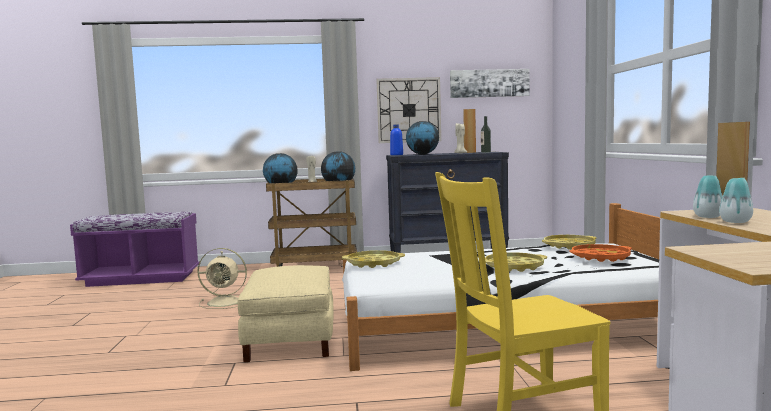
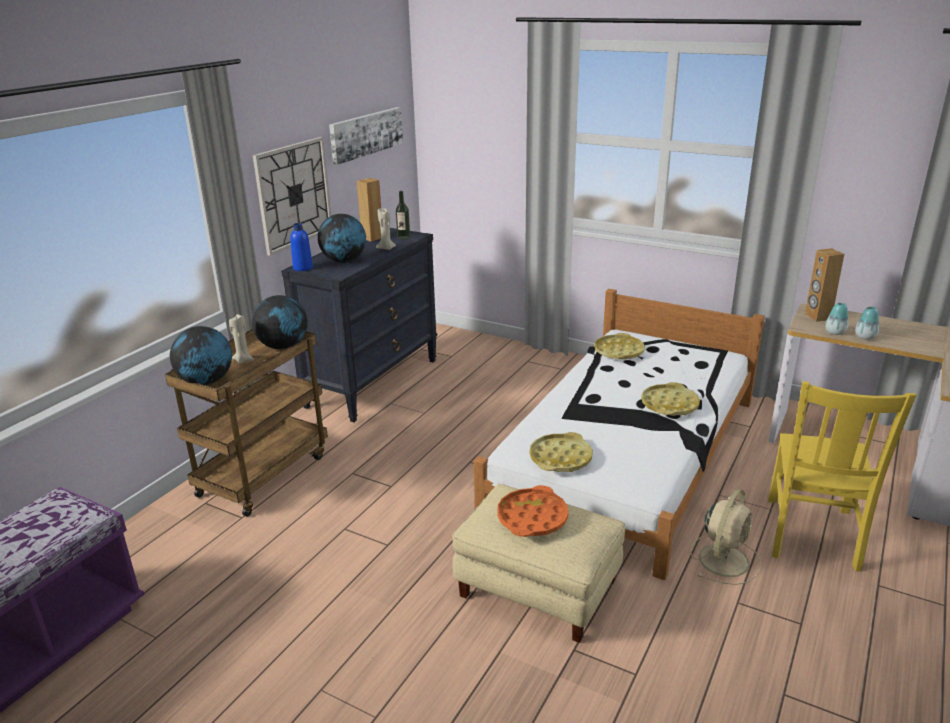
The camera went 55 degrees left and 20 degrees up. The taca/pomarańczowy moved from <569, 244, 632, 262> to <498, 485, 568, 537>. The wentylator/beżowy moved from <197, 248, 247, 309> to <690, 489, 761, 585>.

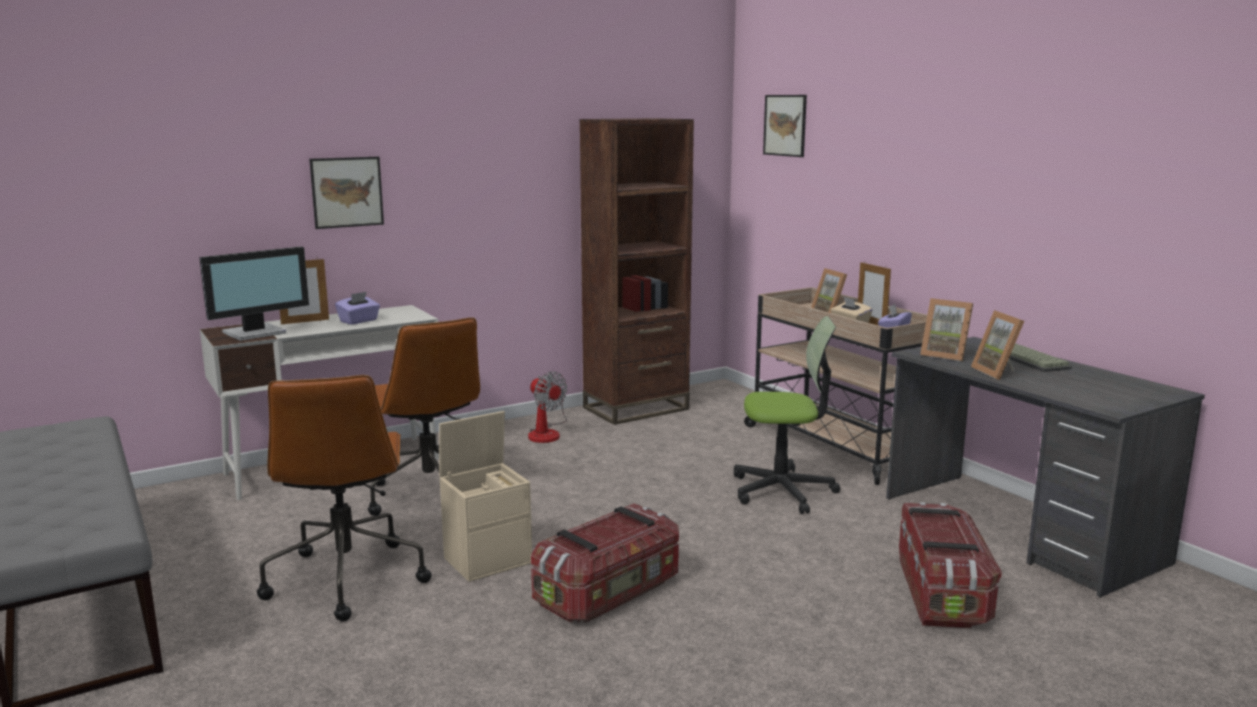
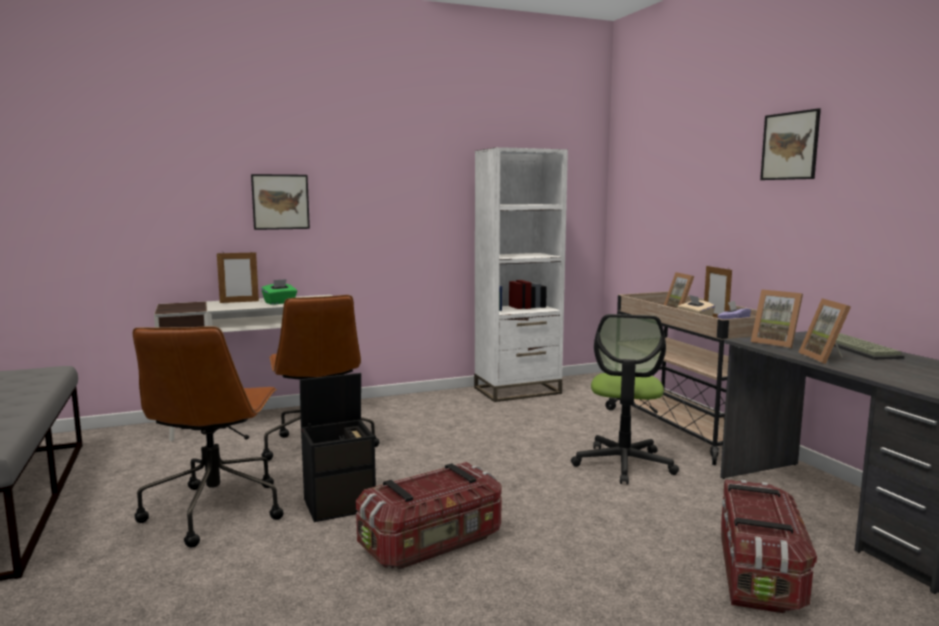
The camera went 10 degrees right and 5 degrees down. The obraz moved from <763, 95, 807, 157> to <760, 108, 821, 180>. The regał/brązowy at <580, 118, 694, 425> became the regał/biały at <474, 147, 568, 402>. The monitor at <199, 246, 309, 341> disappeared. The pudełko chusteczek/fioletowy at <335, 292, 380, 325> became the pudełko chusteczek/zielony at <261, 279, 297, 305>. The krzesło biurowe at <734, 316, 841, 514> turned 90 degrees clockwise. The wentylator at <528, 371, 567, 443> disappeared. The pojemnik do przechowywania/beżowy at <439, 411, 532, 582> became the pojemnik do przechowywania/czarny at <300, 373, 376, 522>.

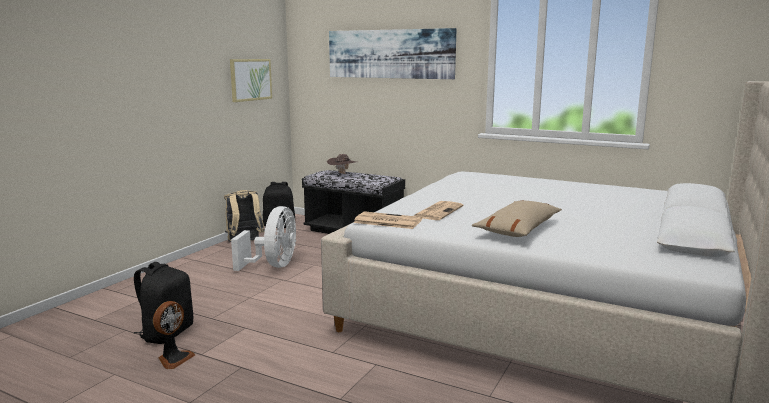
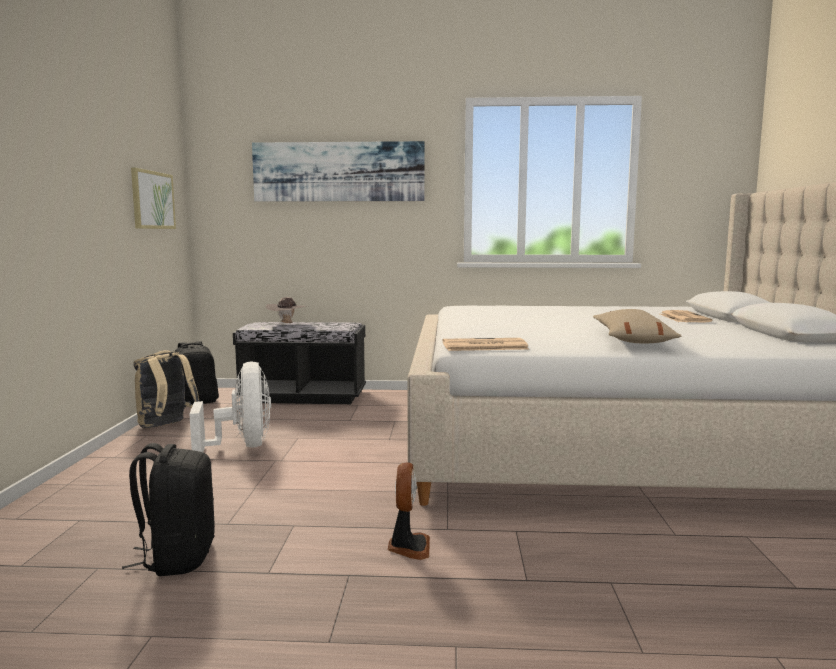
The camera went 25 degrees left and 5 degrees down. The gazeta moved from <414, 201, 464, 220> to <660, 310, 713, 322>. The wentylator moved from <153, 301, 195, 369> to <388, 462, 430, 560>.

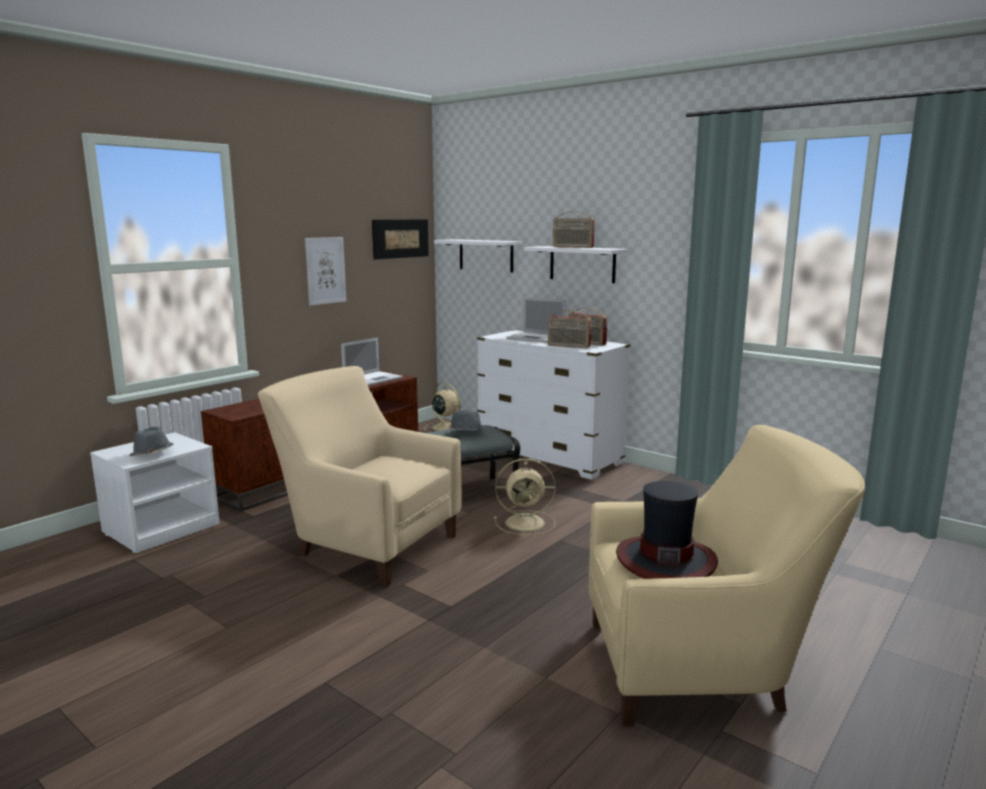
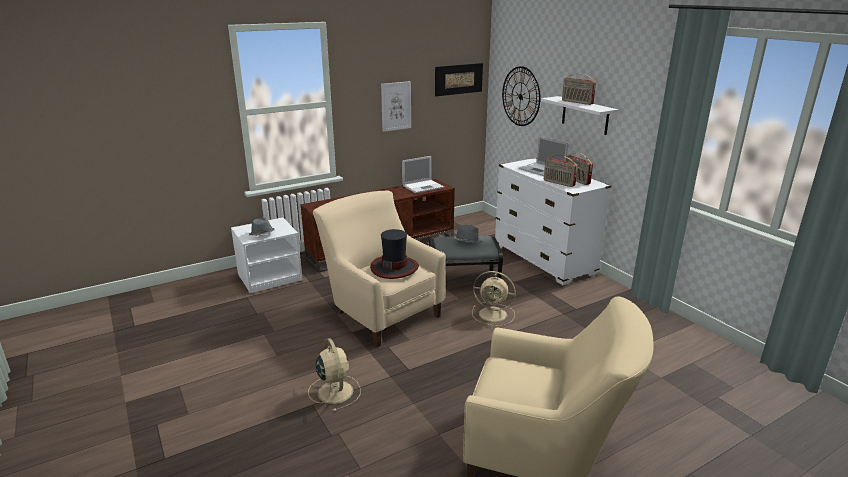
The camera went 20 degrees right and 10 degrees up. The półka/biały at <434, 239, 522, 272> was replaced by the zegar ścienny at <502, 66, 541, 126>. The wentylator/beżowy moved from <424, 382, 461, 432> to <308, 338, 361, 411>. The kapelusz moved from <616, 481, 718, 579> to <370, 229, 419, 279>.

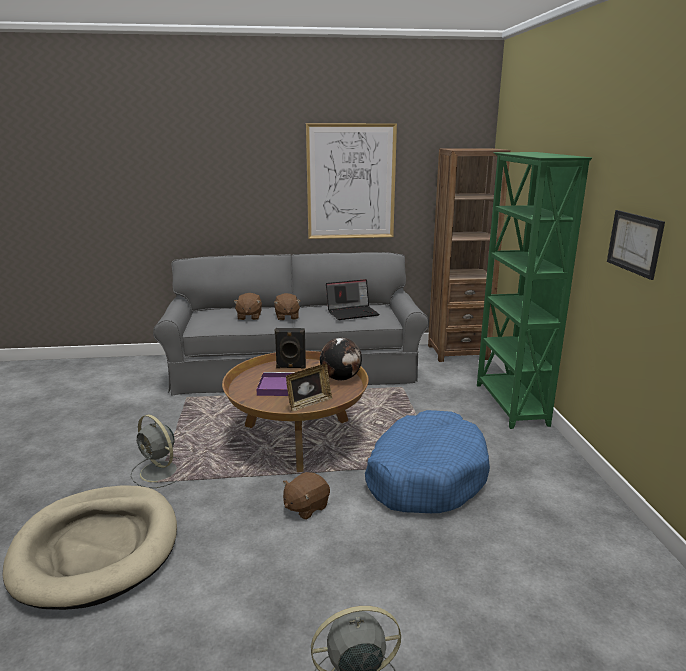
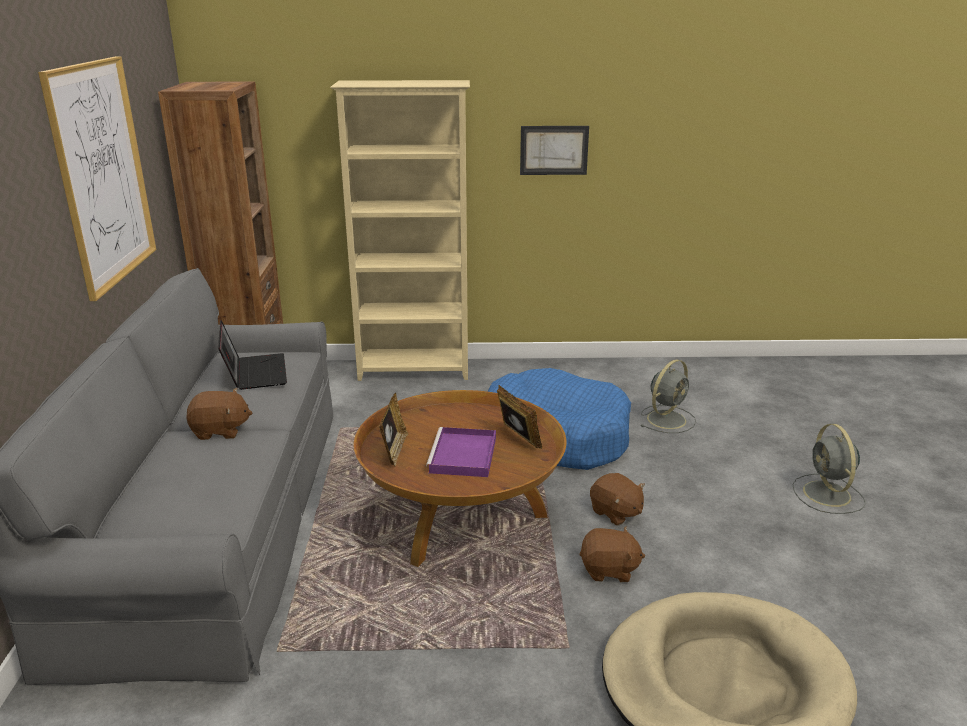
The camera went 85 degrees left and 5 degrees up. The regał/zielony at <477, 152, 592, 429> became the regał/beżowy at <330, 80, 470, 381>. The pluszak/brązowy moved from <233, 293, 262, 320> to <579, 527, 645, 582>. The głośnik/czarny at <275, 328, 306, 369> was replaced by the ramka na zdjęcie at <379, 393, 409, 467>. The globus at <320, 338, 362, 381> disappeared. The wentylator/szary moved from <131, 414, 181, 488> to <641, 359, 696, 433>.

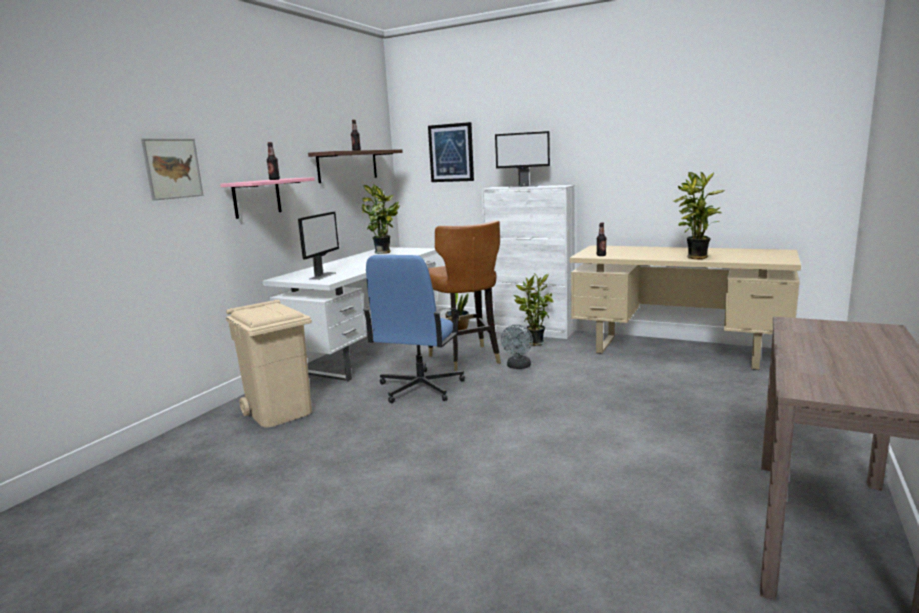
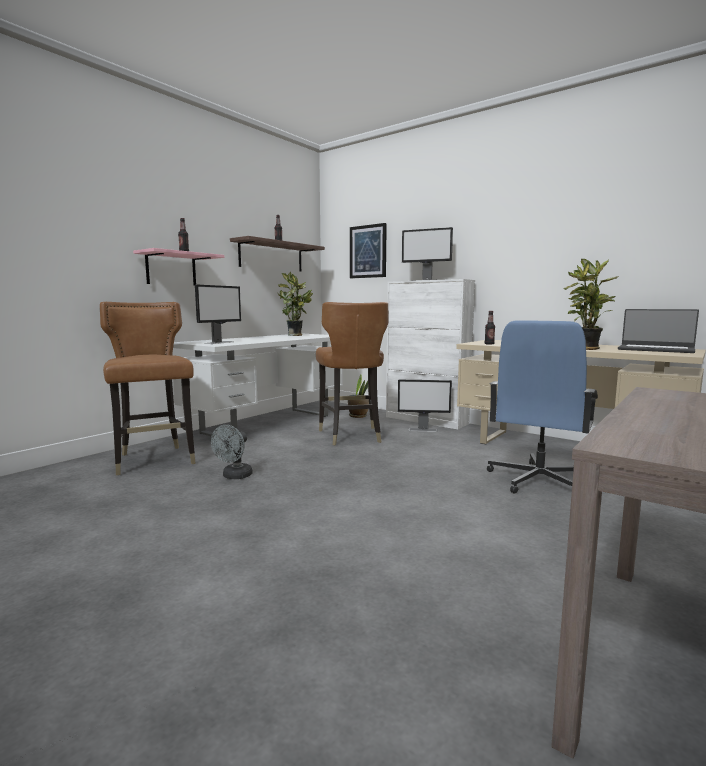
The camera went 10 degrees right and 5 degrees down. The obraz at <141, 138, 203, 201> disappeared. The krzesło biurowe/niebieski moved from <363, 255, 465, 403> to <487, 320, 598, 494>. The roślina doniczkowa at <514, 273, 554, 346> was replaced by the monitor at <398, 380, 452, 432>. The kosz na śmieci/beżowy at <226, 299, 312, 427> was replaced by the krzesło/brązowy at <100, 302, 196, 475>. The wentylator/szary moved from <501, 325, 533, 369> to <211, 425, 252, 479>. The laptop at <618, 309, 699, 353> appeared.

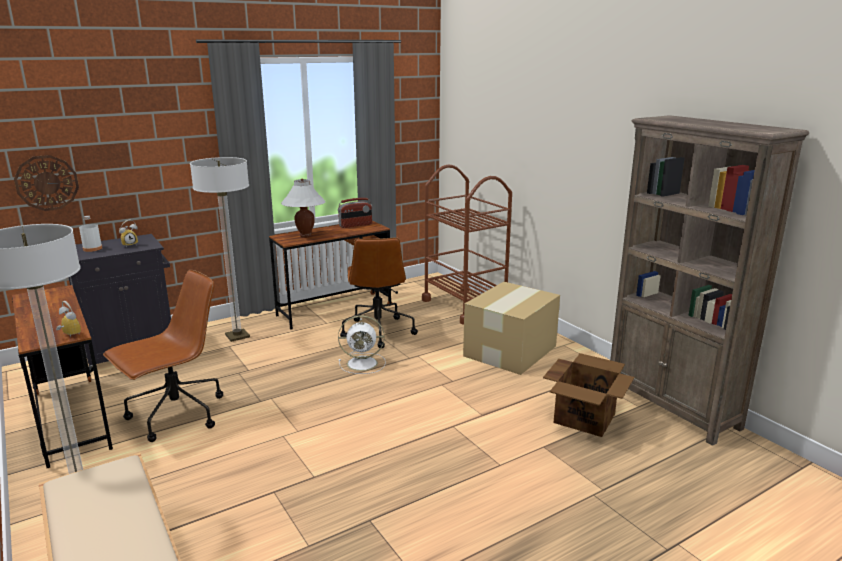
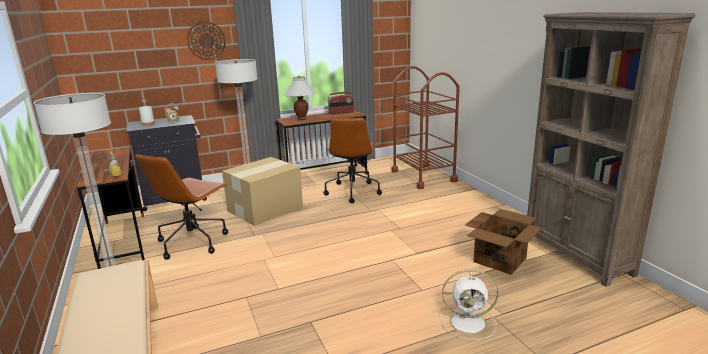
The camera went 10 degrees right and 0 degrees up. The zegar ścienny moved from <14, 155, 79, 211> to <187, 22, 226, 60>. The krzesło biurowe/brązowy at <103, 270, 223, 442> turned 150 degrees clockwise. The karton moved from <463, 282, 560, 375> to <222, 157, 303, 226>. The wentylator/biały moved from <338, 315, 386, 374> to <439, 269, 498, 340>.

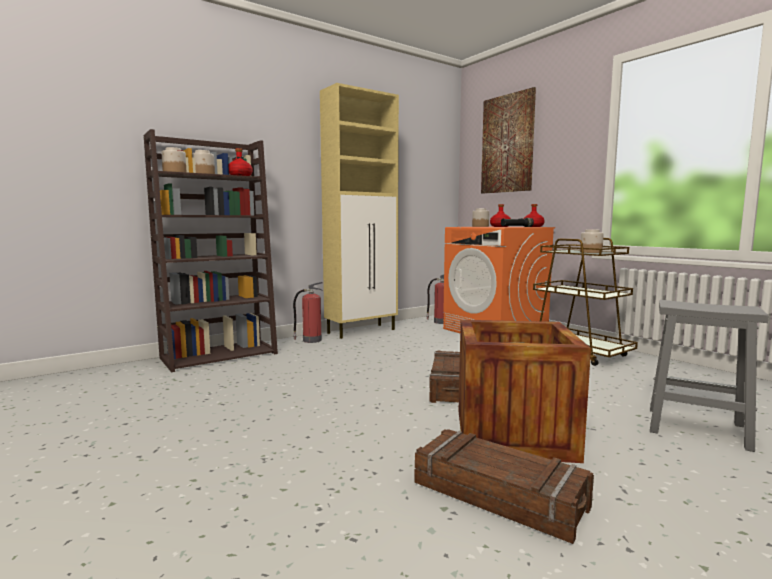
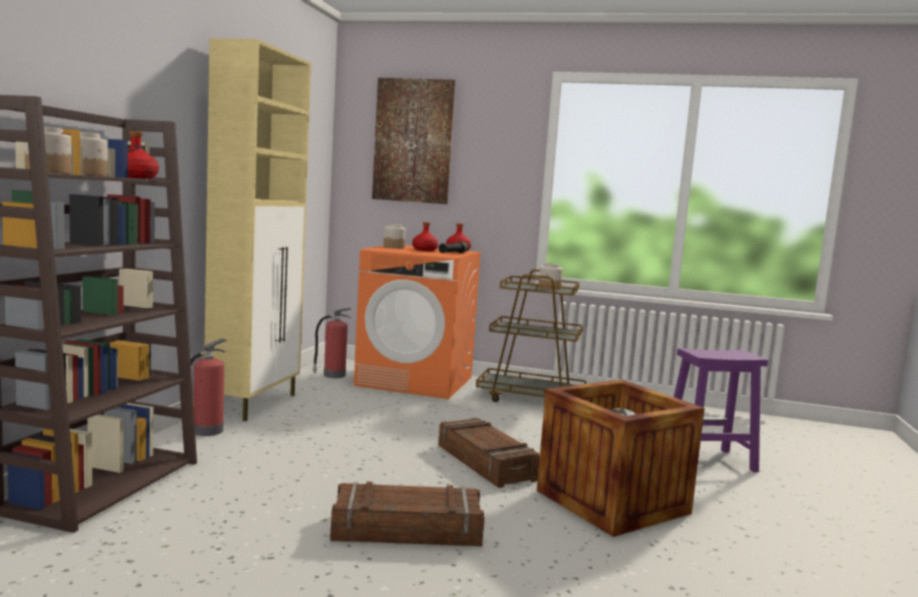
The camera went 40 degrees left and 0 degrees up. The stołek/szary at <650, 300, 768, 452> became the stołek/fioletowy at <674, 348, 768, 472>. The skrzynka moved from <414, 429, 594, 544> to <330, 482, 485, 547>.

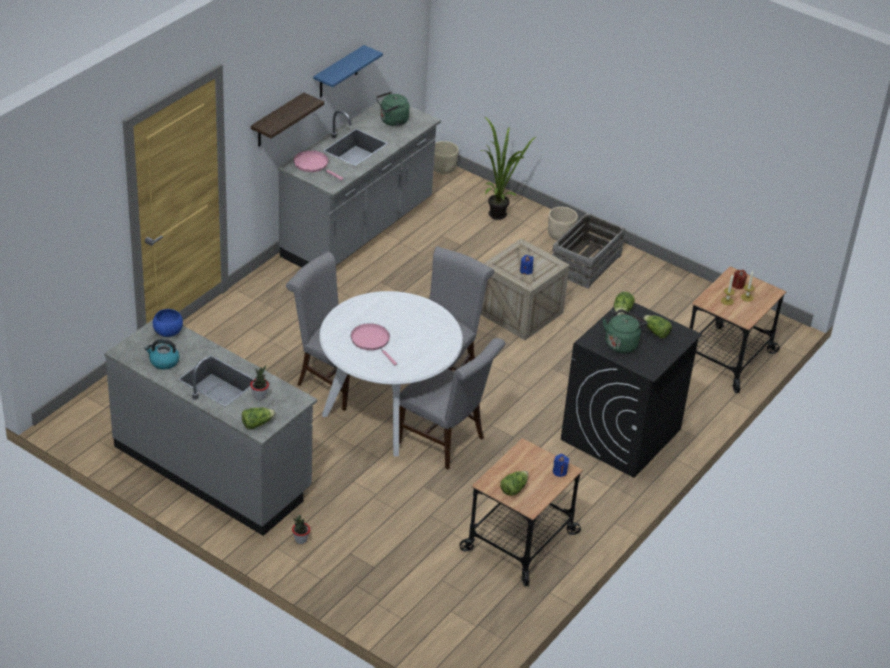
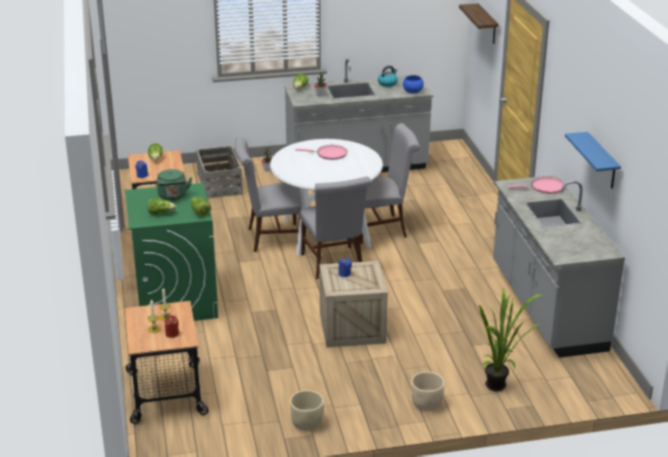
The camera went 135 degrees right and 10 degrees down. The czajnik/zielony at <376, 92, 410, 126> disappeared. The półka moved from <251, 93, 324, 147> to <459, 4, 499, 44>. The donica/beżowy moved from <433, 141, 459, 174> to <290, 390, 324, 431>. The skrzynka moved from <552, 213, 625, 289> to <196, 145, 243, 199>. The pralka/czarny at <561, 302, 702, 478> became the pralka/zielony at <125, 183, 218, 321>.

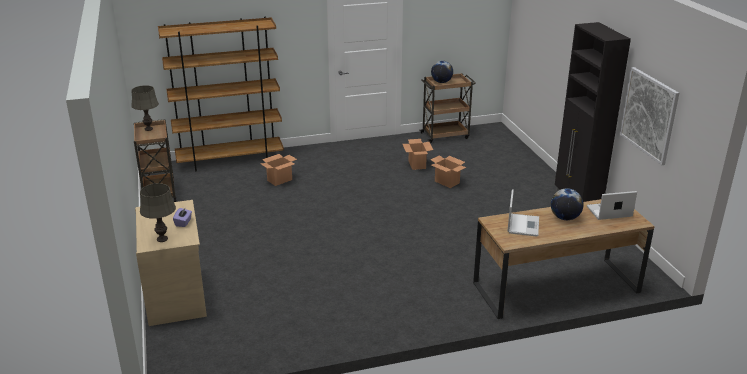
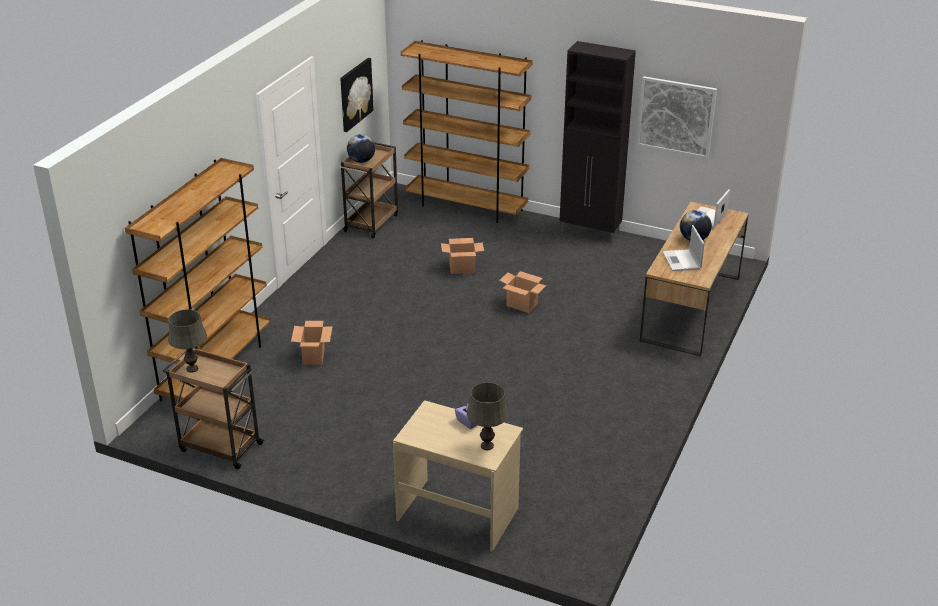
The camera went 50 degrees left and 5 degrees up. The karton moved from <403, 139, 433, 170> to <500, 271, 546, 313>. The laptop at <507, 189, 539, 237> turned 150 degrees counterclockwise. The regał/brązowy at <401, 40, 532, 223> appeared. The obraz at <340, 58, 374, 132> appeared.

